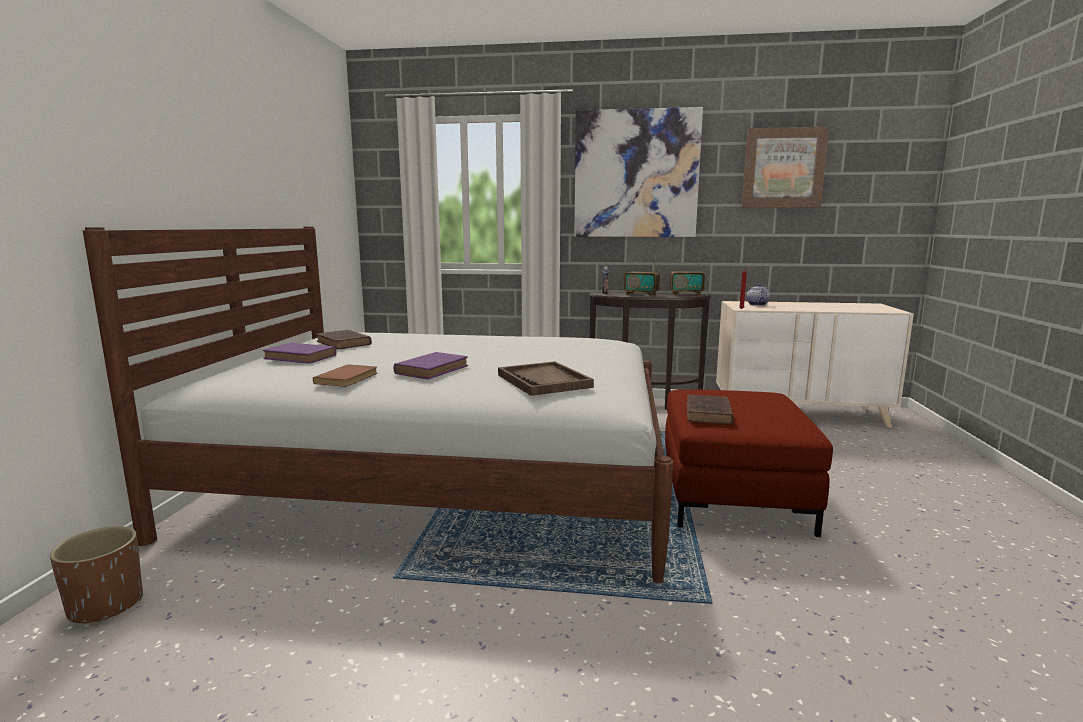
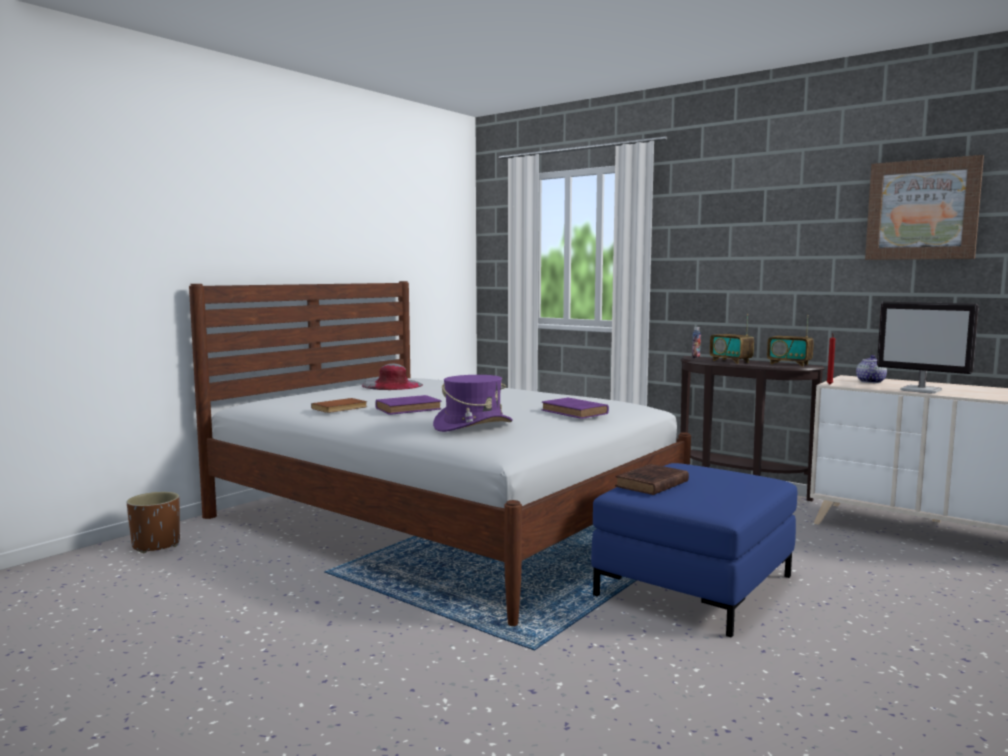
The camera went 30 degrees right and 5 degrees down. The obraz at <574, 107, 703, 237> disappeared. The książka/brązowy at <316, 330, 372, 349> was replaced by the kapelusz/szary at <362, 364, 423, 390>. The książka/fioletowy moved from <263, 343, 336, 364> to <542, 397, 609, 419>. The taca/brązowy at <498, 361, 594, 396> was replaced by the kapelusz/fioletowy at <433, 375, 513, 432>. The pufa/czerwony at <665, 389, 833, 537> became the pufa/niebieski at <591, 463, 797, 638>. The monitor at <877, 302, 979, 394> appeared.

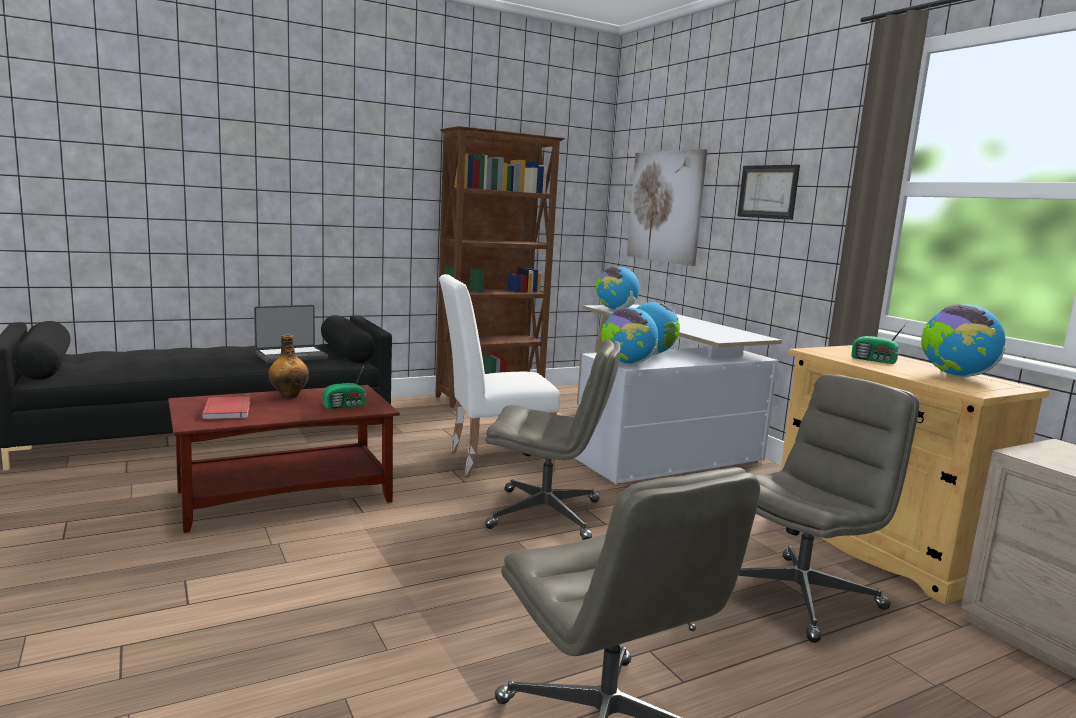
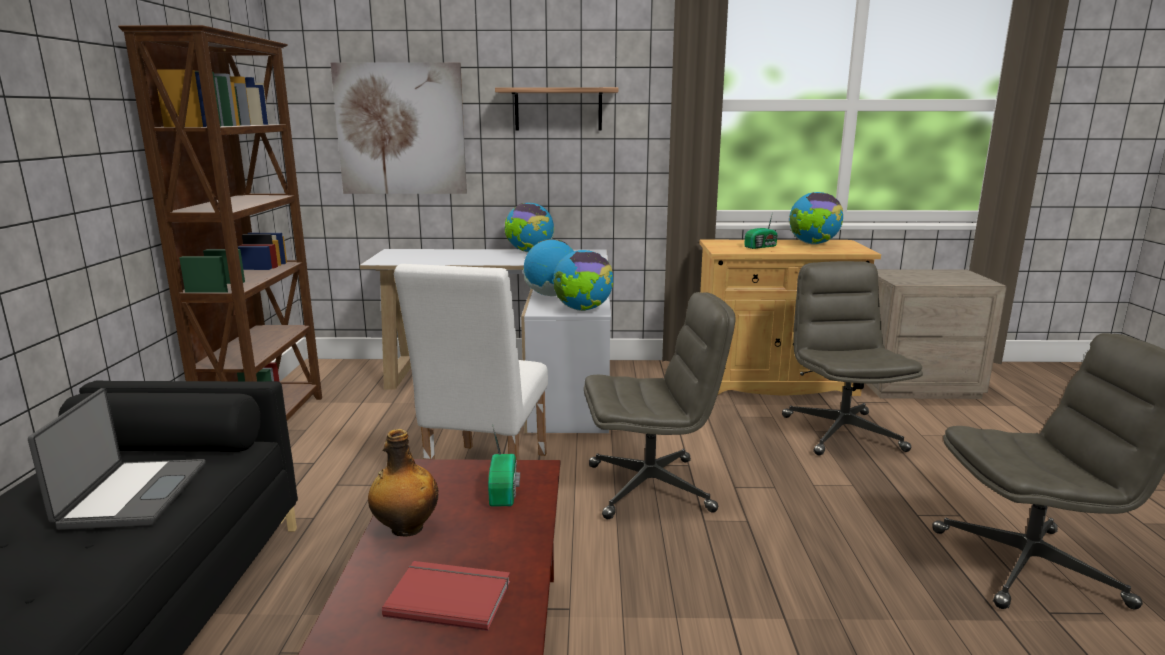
The camera went 60 degrees left and 5 degrees up. The obraz at <738, 165, 800, 220> was replaced by the półka at <495, 87, 619, 130>. The globus moved from <596, 266, 640, 310> to <504, 203, 555, 252>. The krzesło biurowe/szary at <485, 339, 621, 540> turned 45 degrees clockwise.

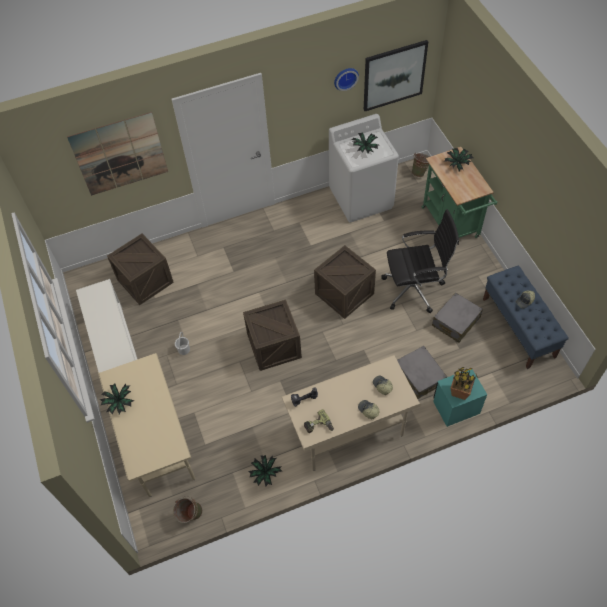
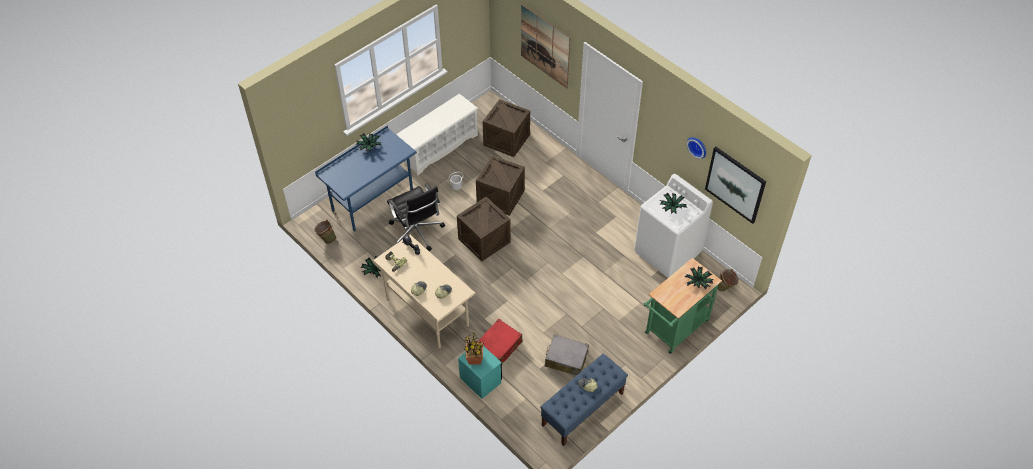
The camera went 65 degrees right and 5 degrees down. The krzesło biurowe/czarny moved from <381, 209, 459, 313> to <387, 184, 445, 251>. The skrzynka moved from <314, 245, 376, 319> to <476, 156, 525, 216>. The walizka/szary at <397, 346, 447, 399> became the walizka/czerwony at <477, 319, 522, 364>. The biurko/beżowy at <98, 353, 195, 497> became the biurko/niebieski at <315, 125, 417, 232>.

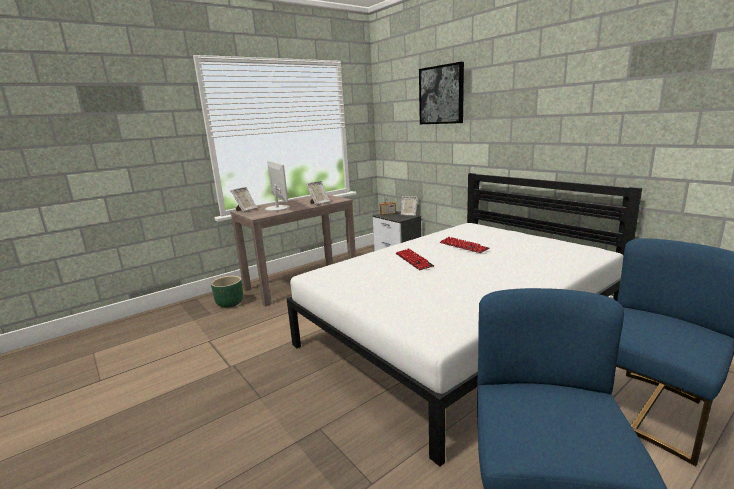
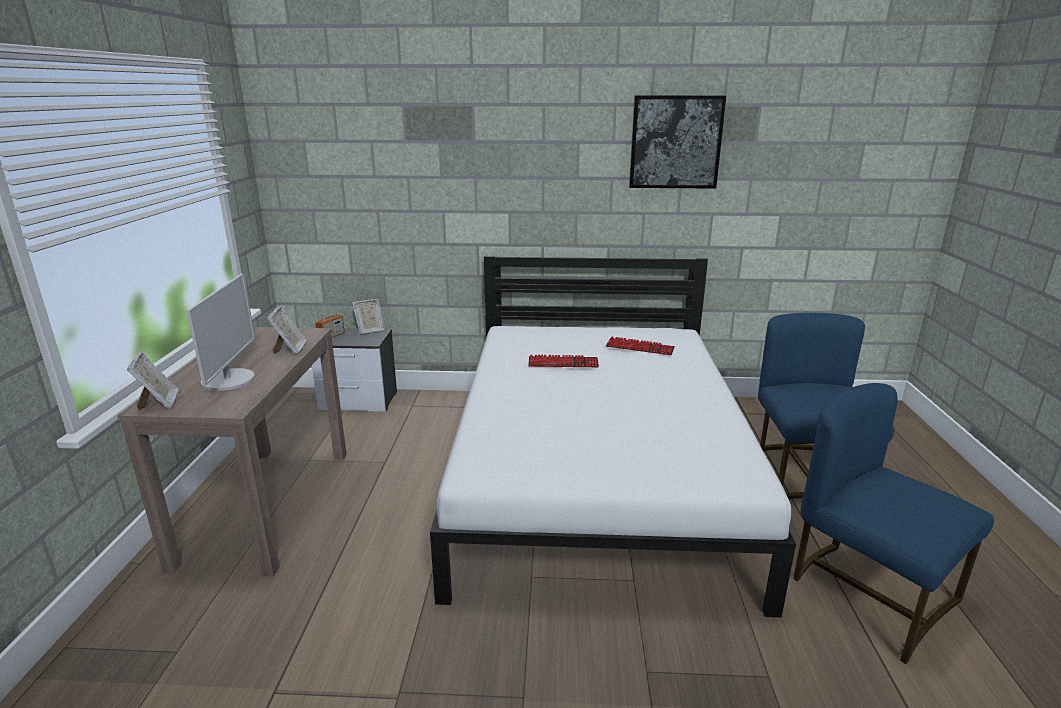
The camera went 50 degrees left and 5 degrees up. The obraz moved from <419, 62, 464, 124> to <629, 96, 726, 189>. The monitor at <265, 161, 290, 212> turned 75 degrees clockwise. The klawiatura moved from <396, 248, 434, 270> to <606, 336, 675, 355>. The donica/zielony at <211, 276, 243, 308> disappeared.

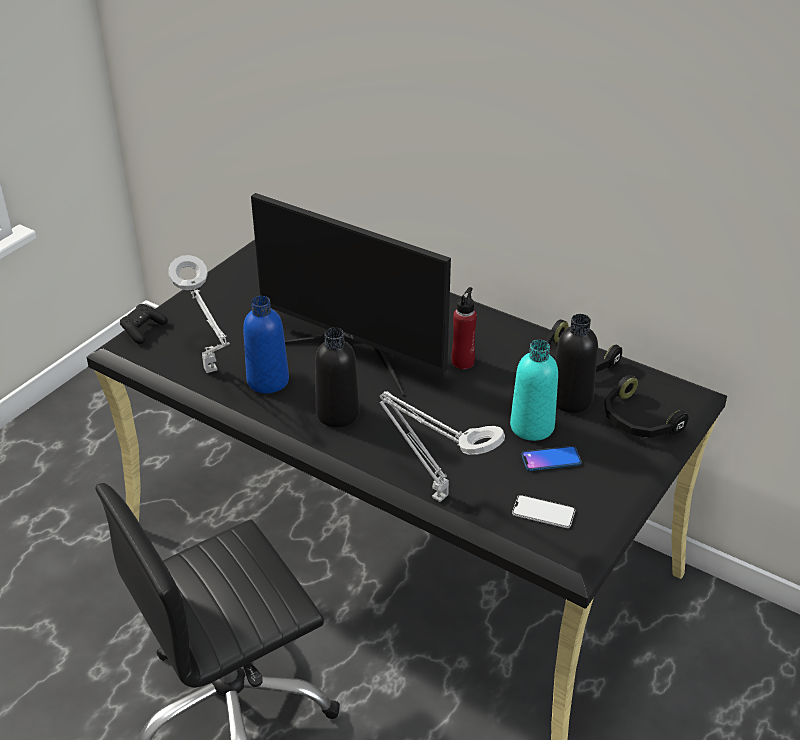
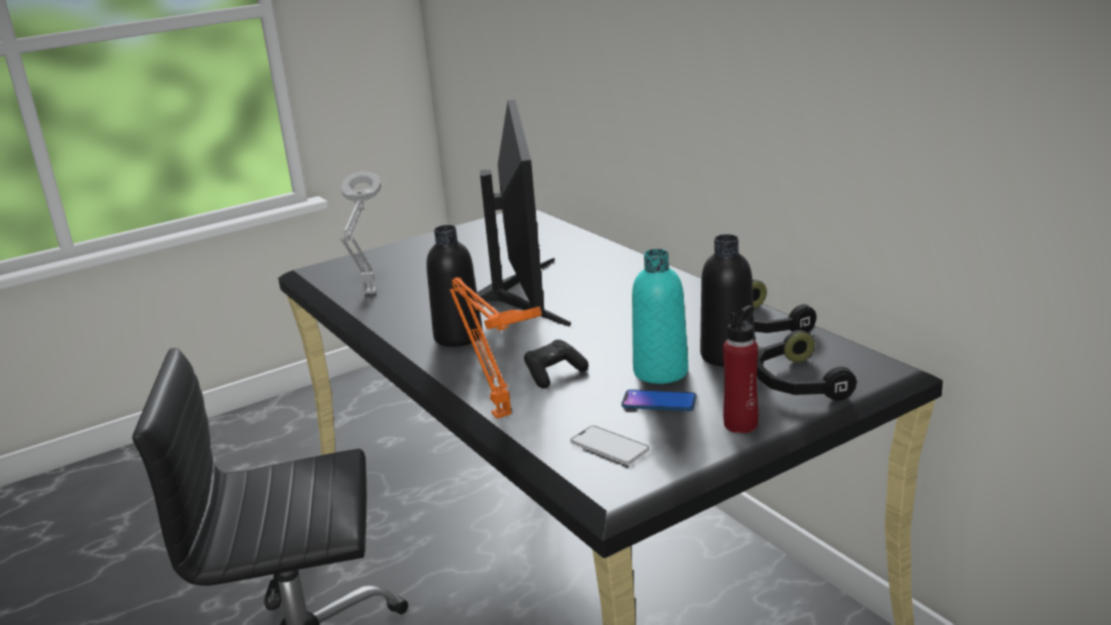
The camera went 25 degrees right and 15 degrees down. The monitor at <251, 193, 451, 397> turned 150 degrees counterclockwise. The butelka/czerwony moved from <452, 287, 477, 369> to <723, 305, 758, 433>. The butelka/niebieski at <243, 296, 289, 393> disappeared. The pad do gier/czarny moved from <120, 304, 167, 344> to <524, 340, 589, 388>. The lampa stołowa/szary at <379, 391, 505, 502> became the lampa stołowa/pomarańczowy at <450, 278, 542, 418>.

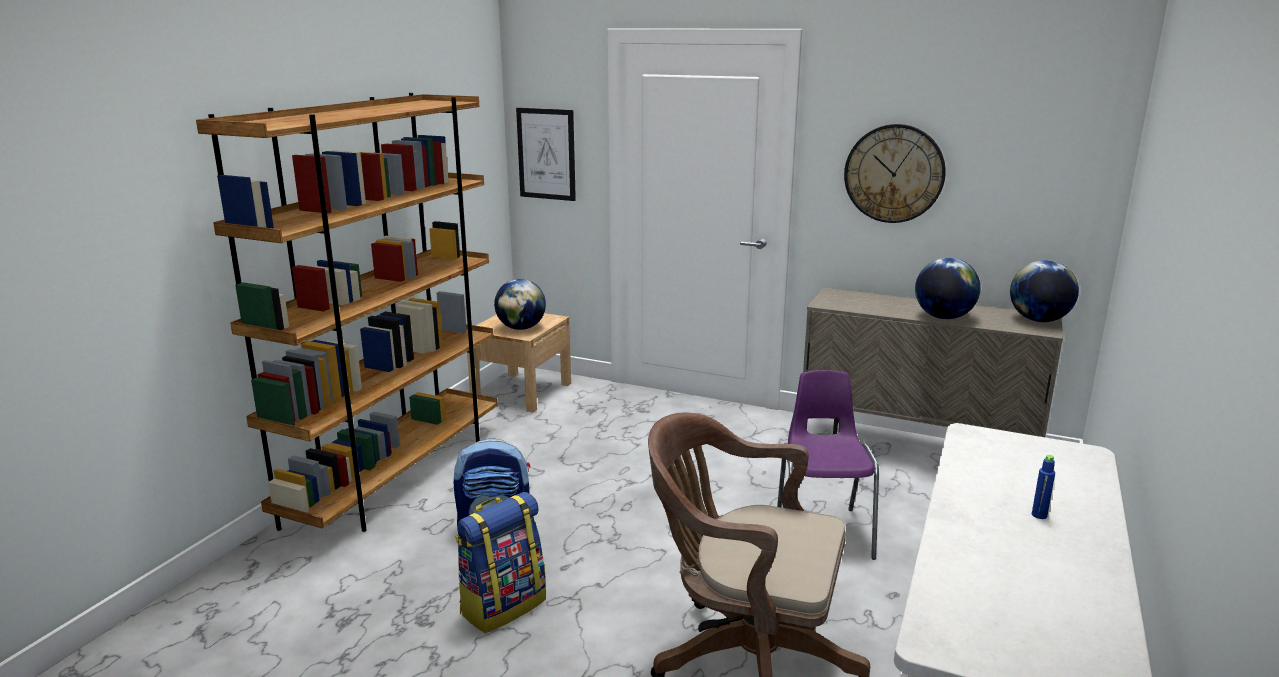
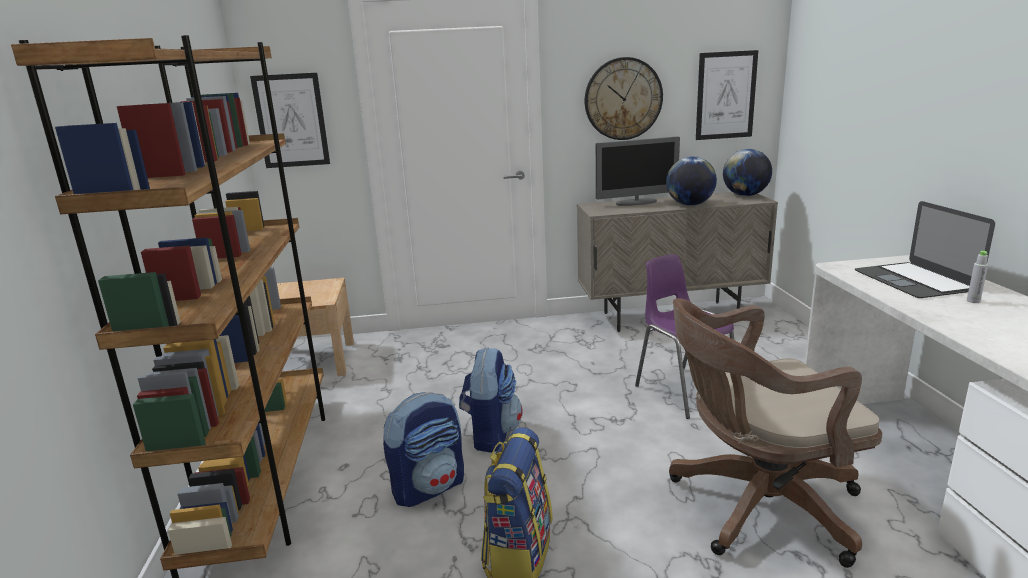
The camera went 30 degrees left and 0 degrees up. The globus at <494, 279, 546, 330> disappeared. The butelka/niebieski at <1032, 455, 1055, 519> became the butelka/szary at <967, 251, 988, 303>. The obraz at <696, 50, 758, 140> appeared. The monitor at <595, 136, 680, 206> appeared. The laptop at <855, 201, 995, 298> appeared. The plecak at <459, 347, 522, 453> appeared.

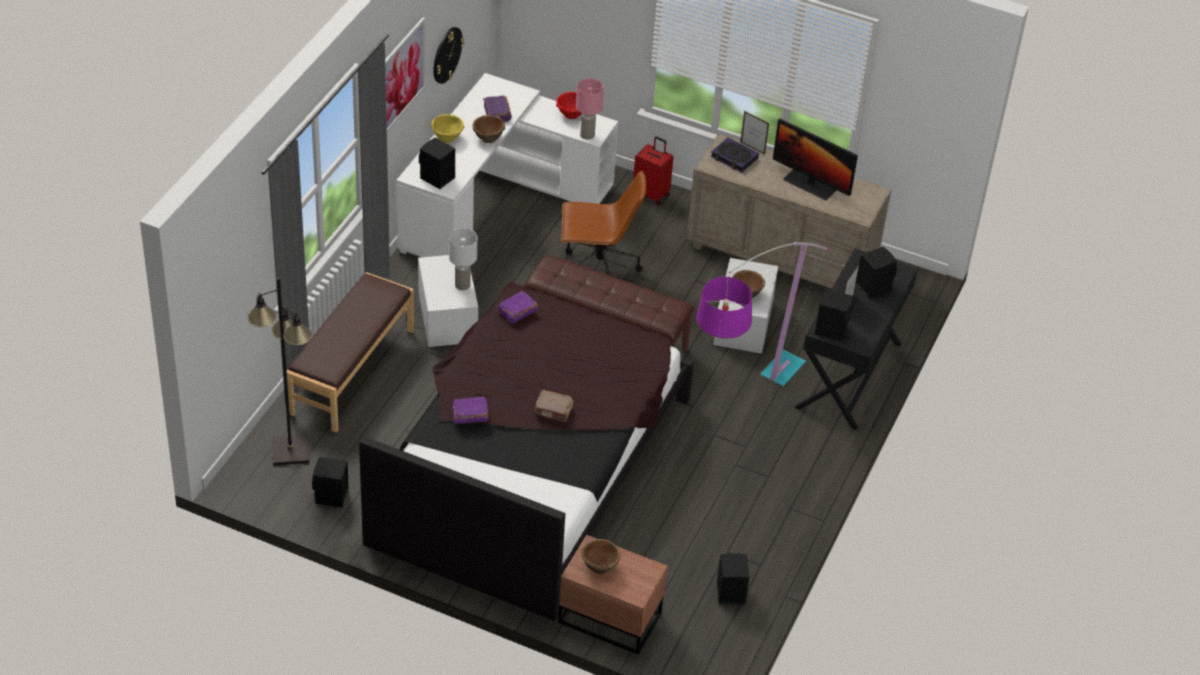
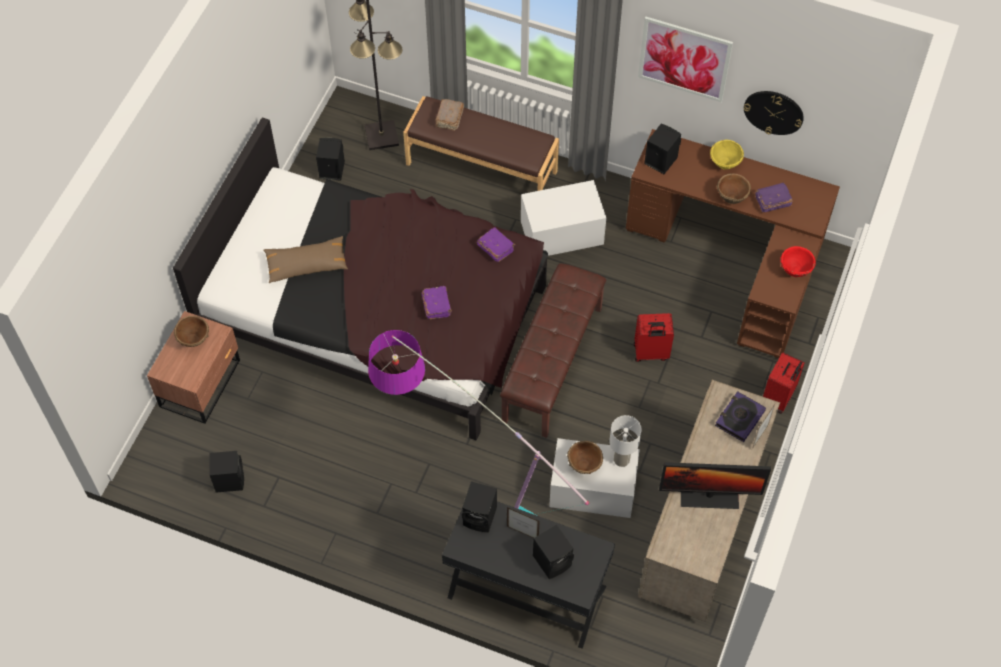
The camera went 90 degrees right and 15 degrees up. The biurko/biały at <396, 73, 618, 257> became the biurko/brązowy at <626, 129, 840, 358>. The lampa stołowa/różowy at <576, 78, 604, 140> disappeared. The monitor at <773, 119, 858, 200> turned 120 degrees counterclockwise. The krzesło biurowe/brązowy at <561, 170, 646, 276> was replaced by the walizka/czerwony at <634, 313, 674, 362>. The lampa stołowa/biały moved from <449, 228, 477, 290> to <609, 415, 641, 467>. The książka/brązowy moved from <534, 390, 573, 422> to <435, 99, 464, 131>. The książka/fioletowy moved from <452, 397, 489, 424> to <422, 286, 452, 319>. The poduszka/brązowy at <263, 236, 348, 283> appeared.

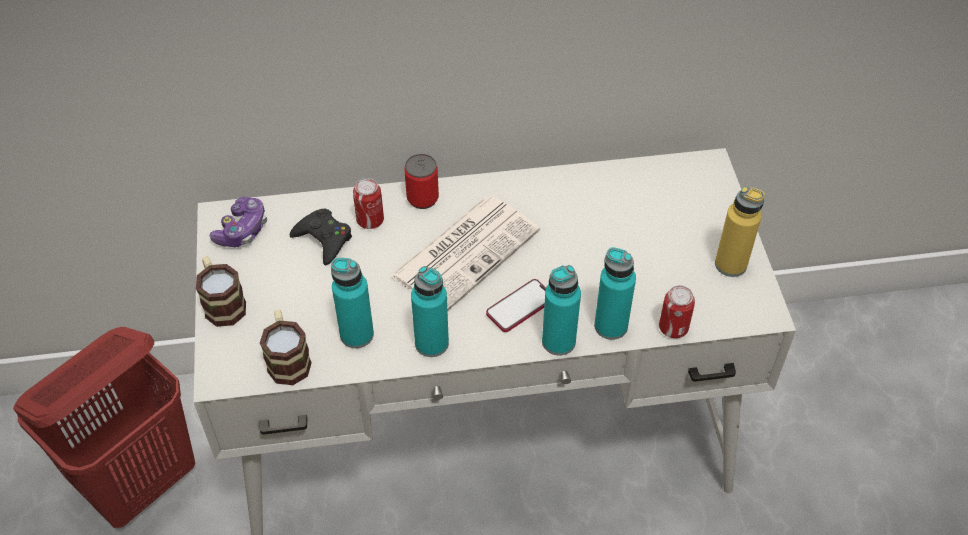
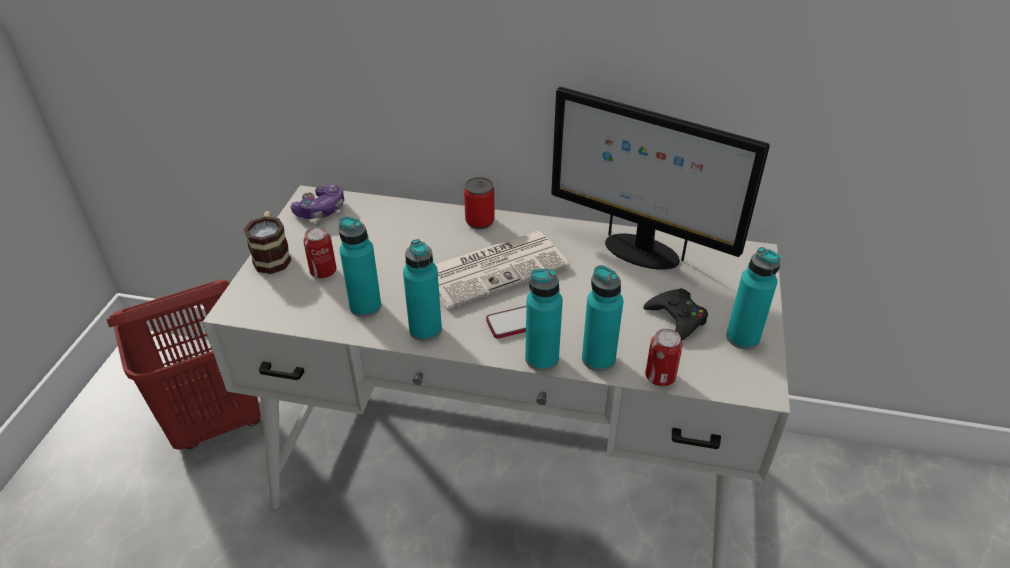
The camera went 20 degrees right and 10 degrees down. The puszka moved from <353, 178, 384, 229> to <303, 227, 337, 278>. The butelka/żółty at <715, 186, 765, 277> became the butelka/turkusowy at <726, 247, 781, 350>. The pad do gier/czarny moved from <290, 209, 352, 265> to <644, 288, 708, 341>. The kubek at <260, 310, 312, 385> disappeared. The monitor at <551, 87, 770, 270> appeared.

